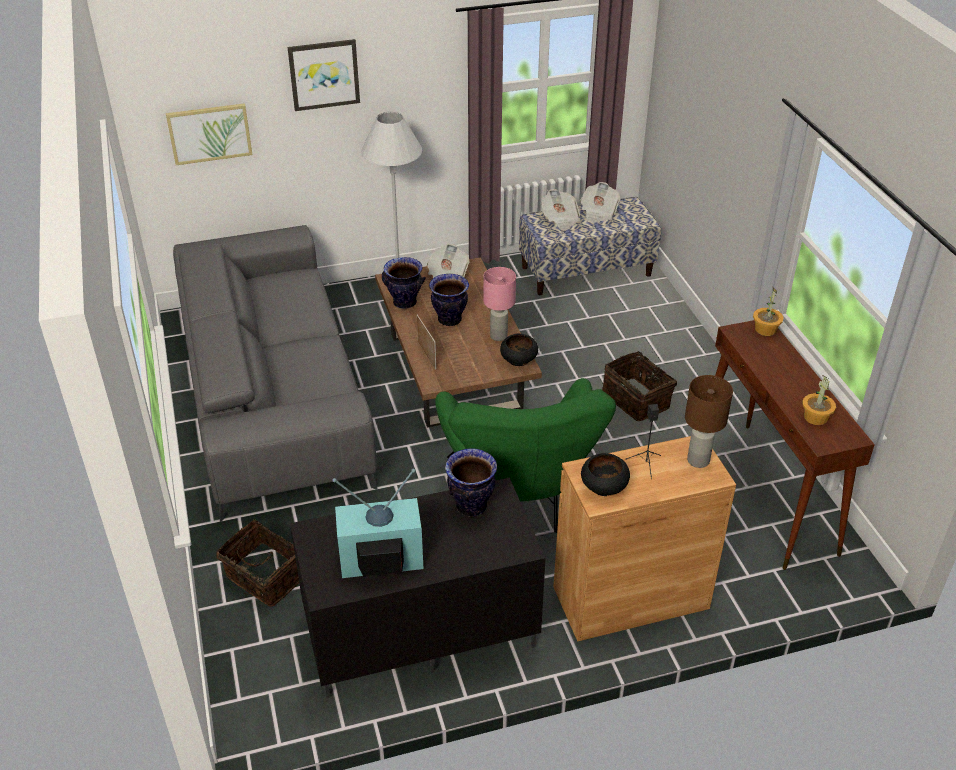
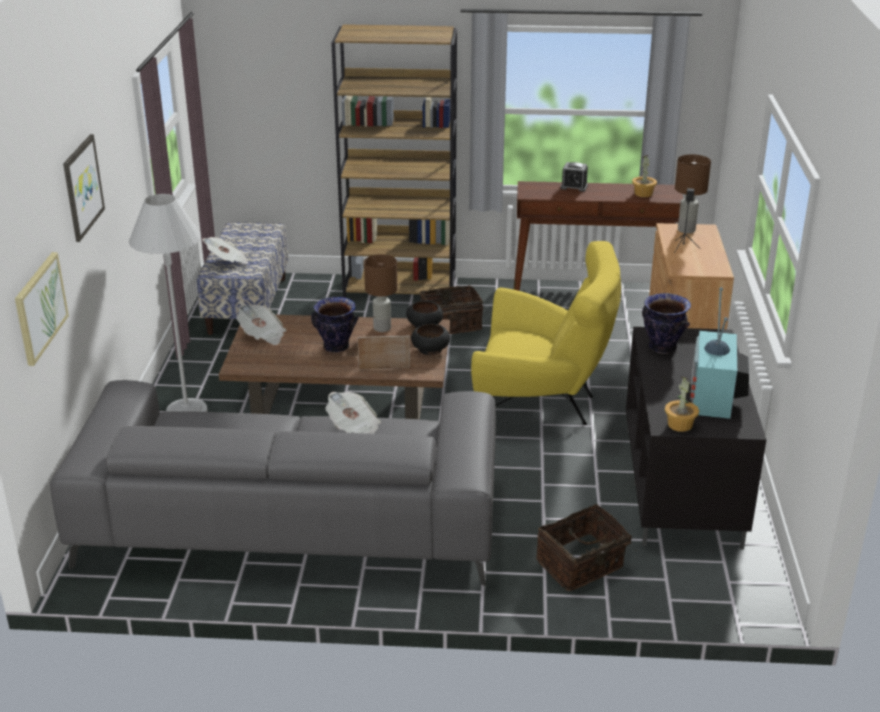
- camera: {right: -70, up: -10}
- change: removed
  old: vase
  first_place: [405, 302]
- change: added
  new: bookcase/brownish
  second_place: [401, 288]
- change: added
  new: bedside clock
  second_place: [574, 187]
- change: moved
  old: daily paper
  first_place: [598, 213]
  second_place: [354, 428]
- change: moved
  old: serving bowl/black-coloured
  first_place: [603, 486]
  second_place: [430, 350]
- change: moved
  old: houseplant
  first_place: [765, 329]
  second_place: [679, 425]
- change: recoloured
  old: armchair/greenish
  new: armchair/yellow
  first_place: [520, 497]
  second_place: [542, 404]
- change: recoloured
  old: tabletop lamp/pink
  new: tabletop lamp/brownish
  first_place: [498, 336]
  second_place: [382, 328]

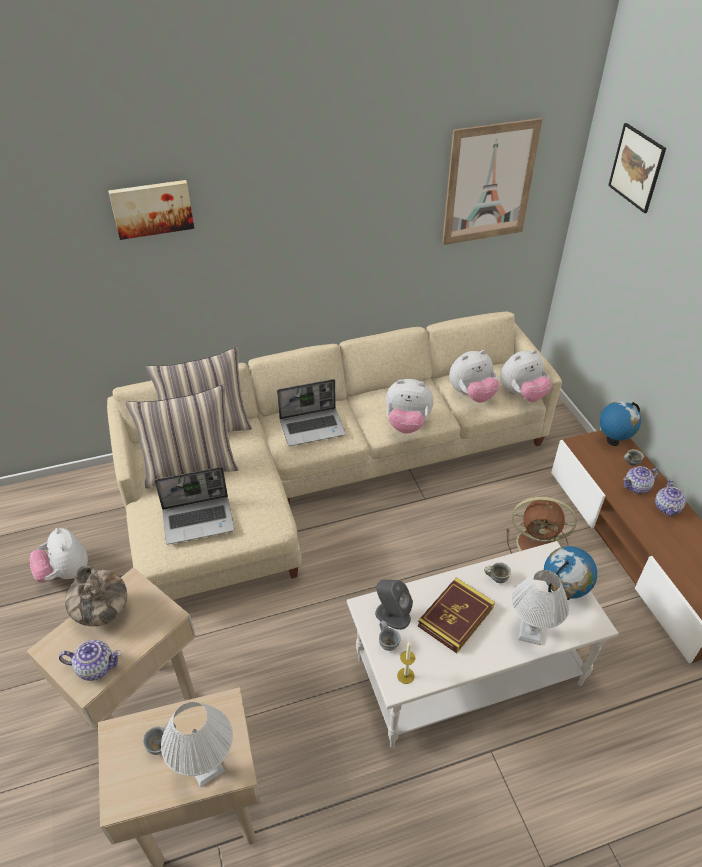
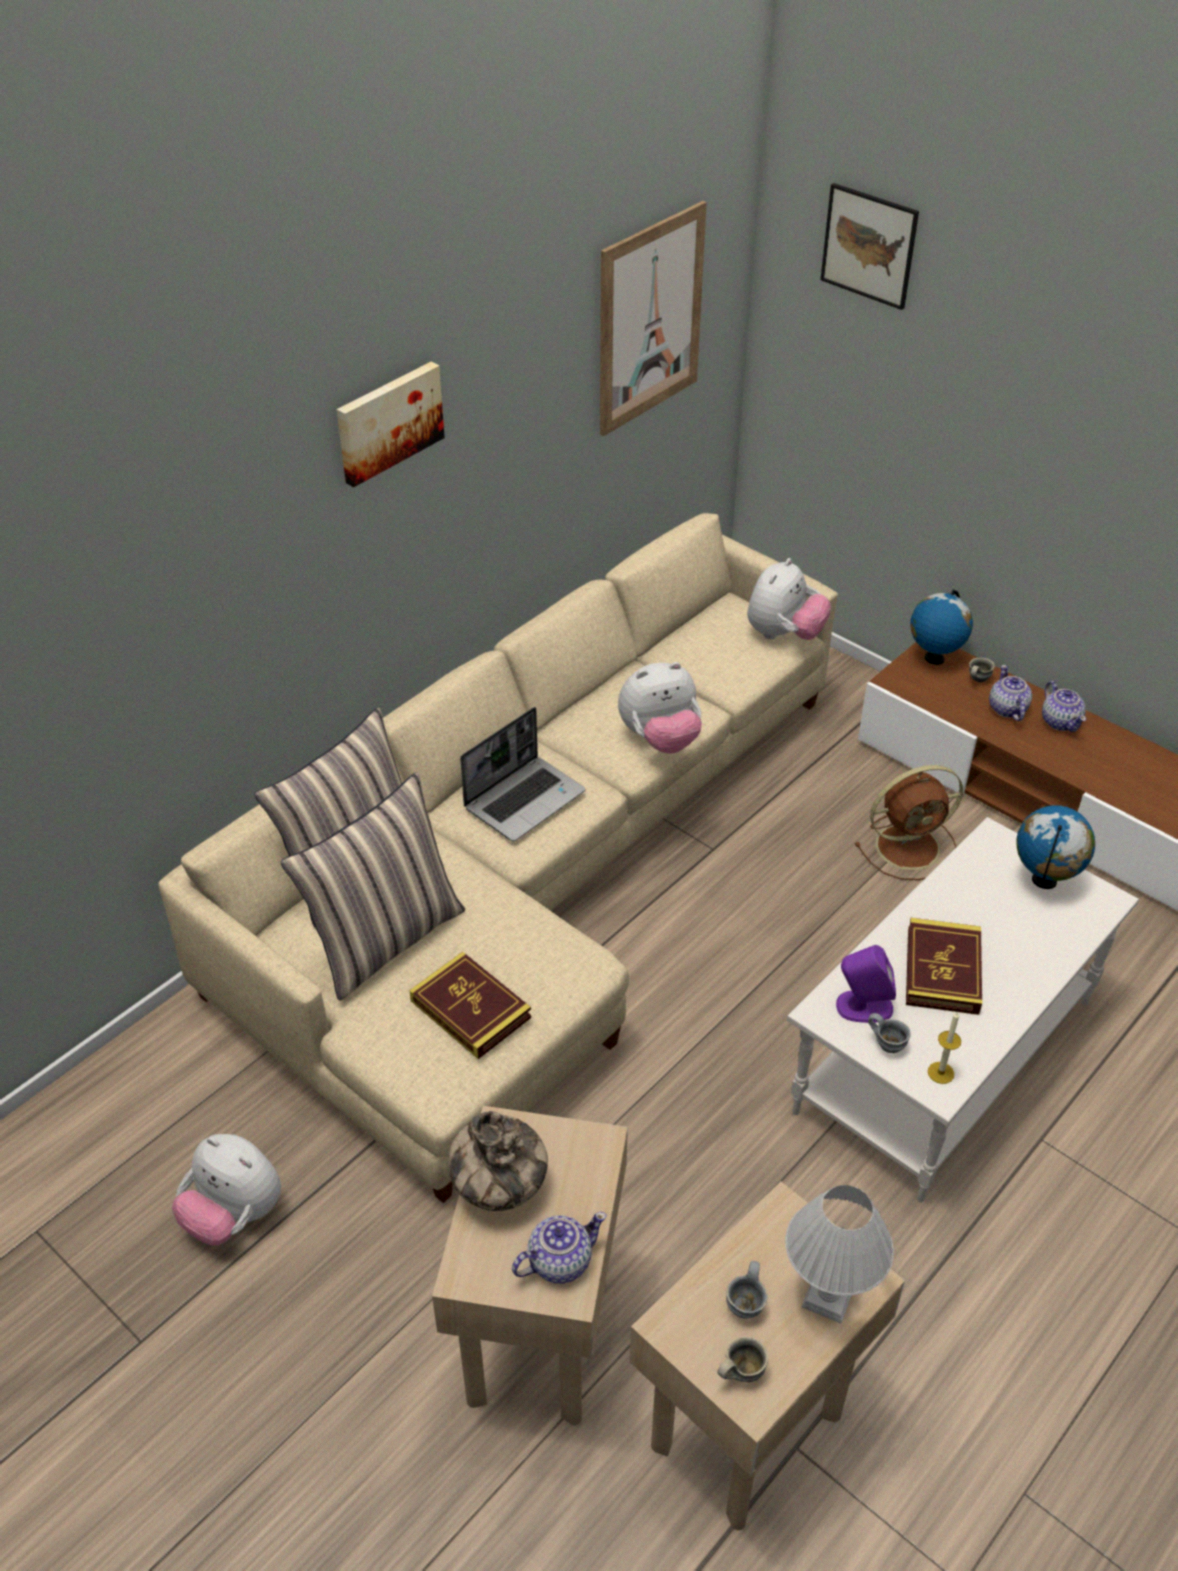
- camera: {right: -30, up: 0}
- change: removed
  old: cuddly toy
  first_place: [471, 395]
- change: removed
  old: tabletop lamp/white-coloured
  first_place: [531, 633]
- change: moved
  old: picture
  first_place: [152, 208]
  second_place: [388, 422]
- change: moved
  old: coffee mug/grey
  first_place: [496, 578]
  second_place: [740, 1371]
- change: replaced
  old: portable computer
  new: bound book
  first_place: [199, 520]
  second_place: [470, 1009]
- change: recoloured
  old: speaker/grey
  new: speaker/purple-coloured
  first_place: [392, 615]
  second_place: [863, 1006]
- change: turned
  old: tea pot
  first_place: [637, 487]
  second_place: [1007, 709]
  degrees: 135

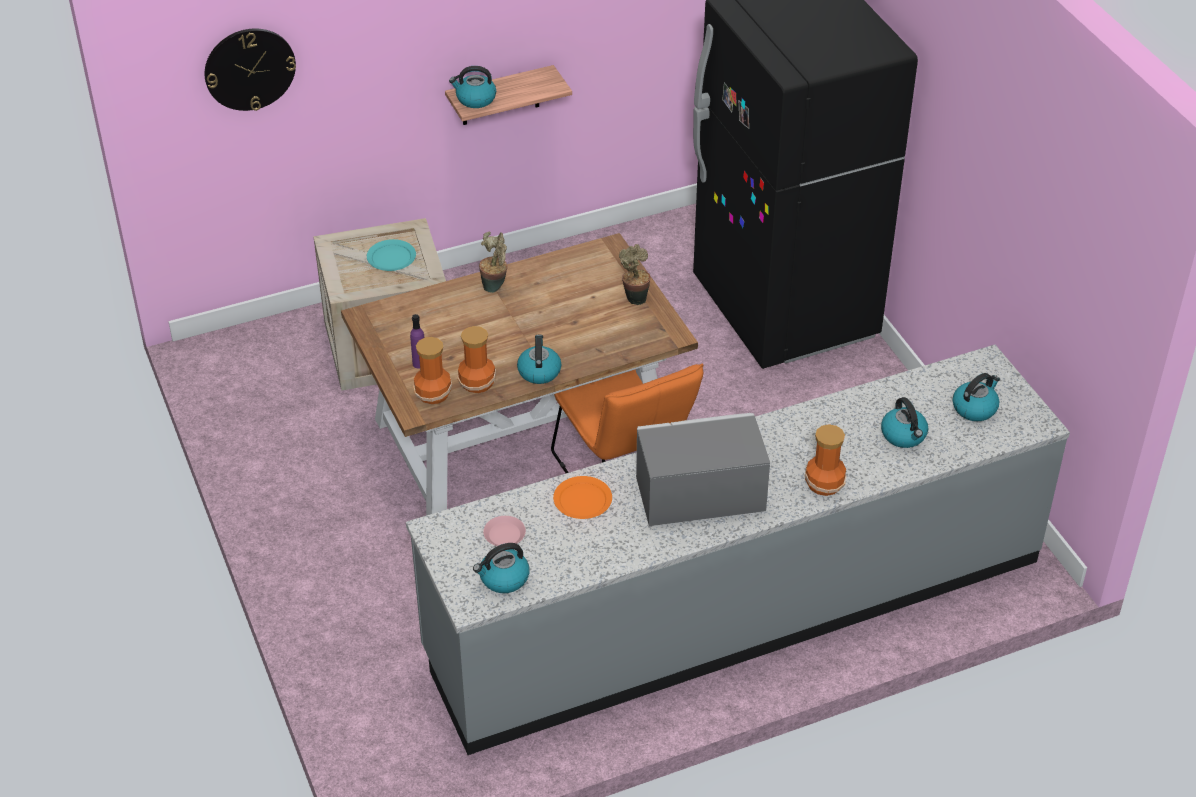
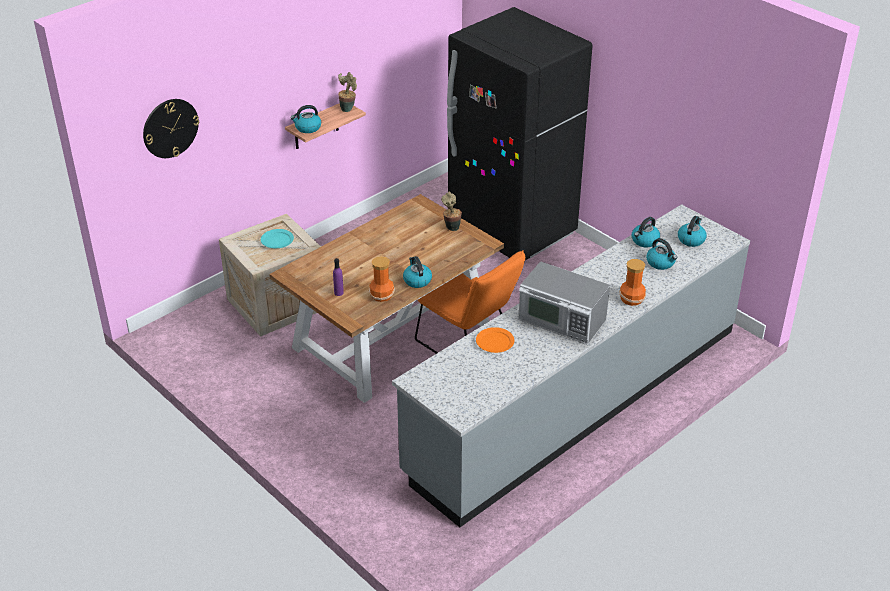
- camera: {right: -20, up: -5}
- change: removed
  old: vase
  first_place: [434, 393]
- change: removed
  old: flat dish/pink
  first_place: [504, 535]
- change: moved
  old: water kettle
  first_place: [503, 579]
  second_place: [644, 241]
- change: moved
  old: houseplant
  first_place: [495, 286]
  second_place: [348, 108]
- change: turned
  old: kitchen microwave
  first_place: [699, 491]
  second_place: [561, 320]
  degrees: -120

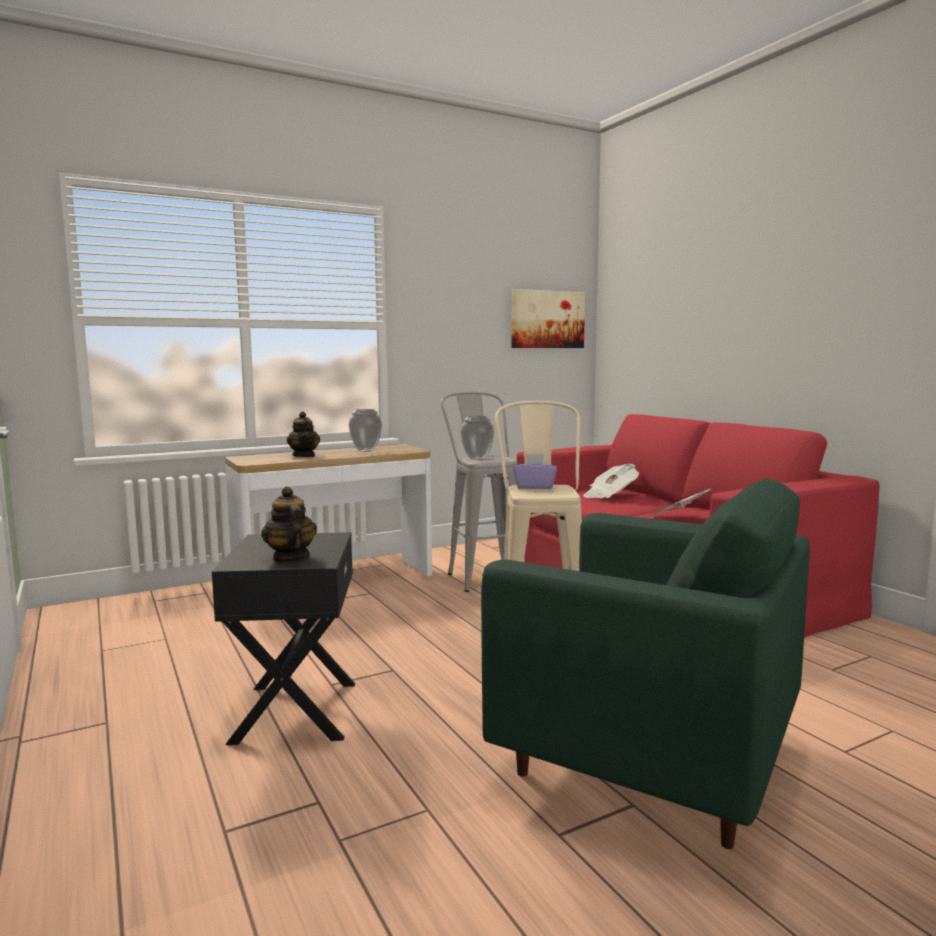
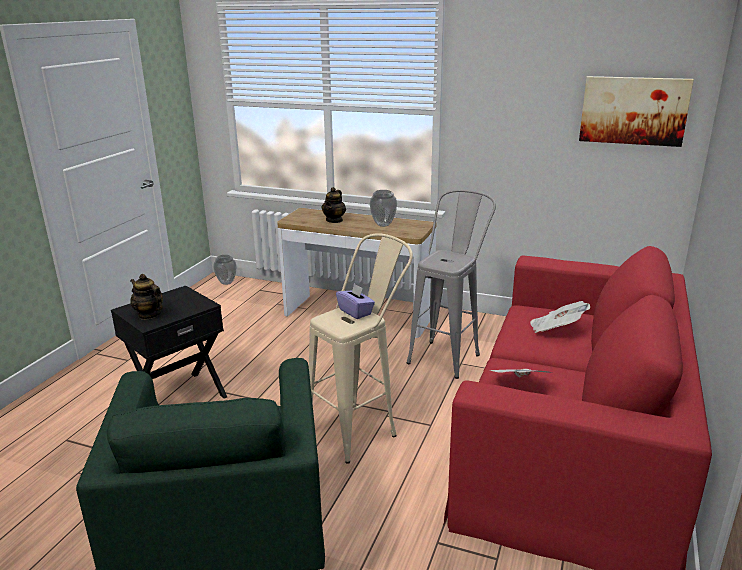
- camera: {right: 50, up: 15}
- change: moved
  old: vase
  first_place: [477, 458]
  second_place: [227, 283]
- change: turned
  old: tea pot
  first_place: [290, 558]
  second_place: [149, 314]
  degrees: -75

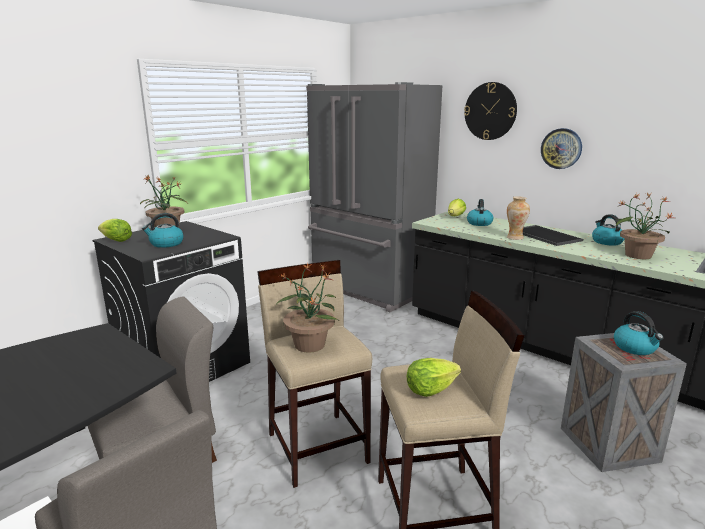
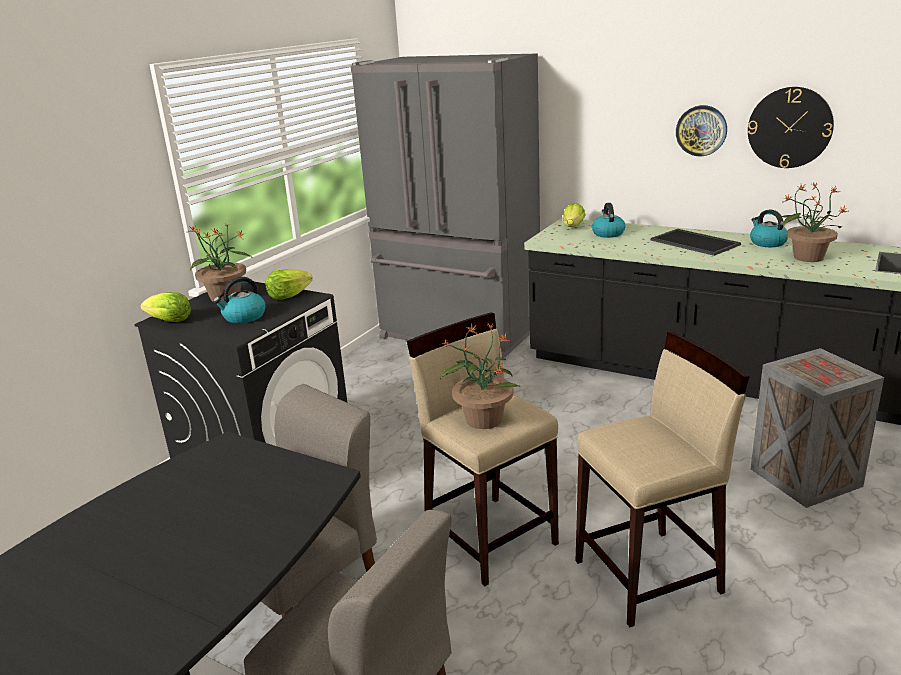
- camera: {right: -10, up: 5}
- change: removed
  old: vase
  first_place: [515, 238]
- change: removed
  old: water kettle
  first_place: [635, 348]
- change: moved
  old: head of lettuce
  first_place: [430, 390]
  second_place: [288, 296]
- change: moved
  old: hanging clock
  first_place: [490, 111]
  second_place: [789, 127]

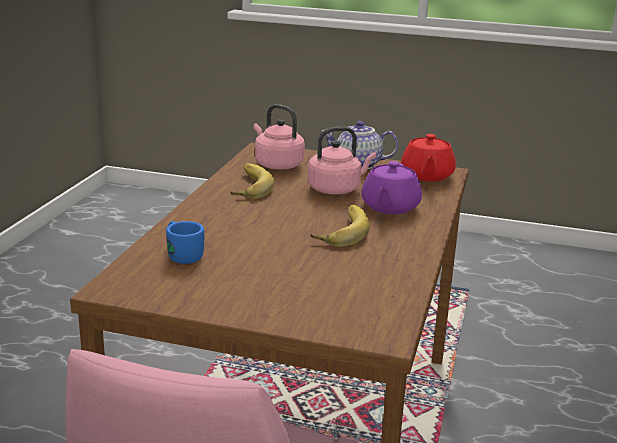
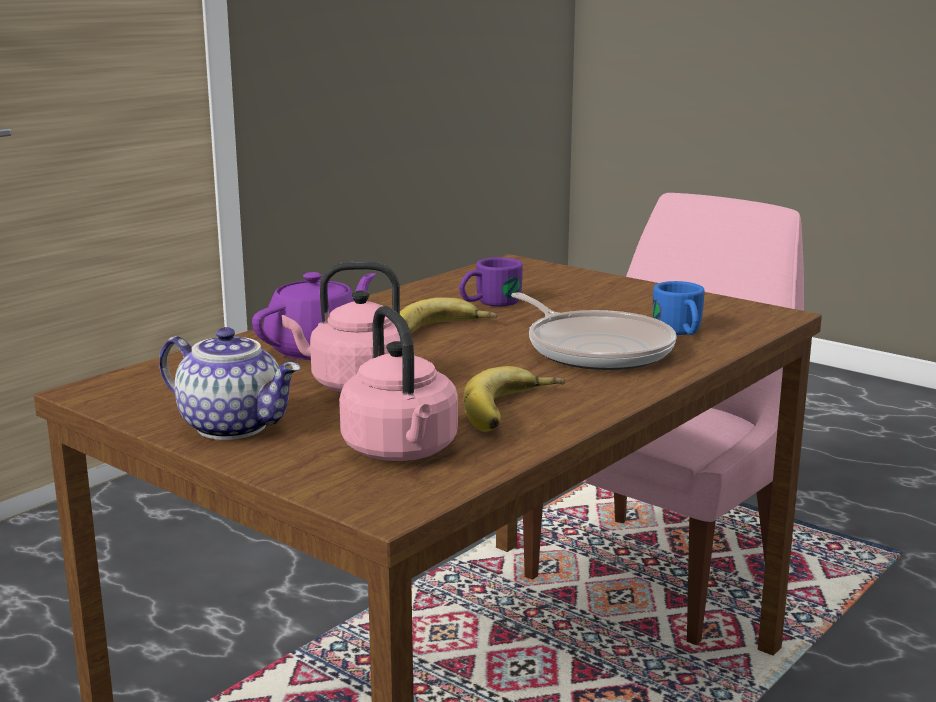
- camera: {right: -155, up: -5}
- change: removed
  old: tea pot/red
  first_place: [426, 176]
- change: added
  new: coffee mug/purple-coloured
  second_place: [489, 303]
- change: added
  new: skillet
  second_place: [595, 349]

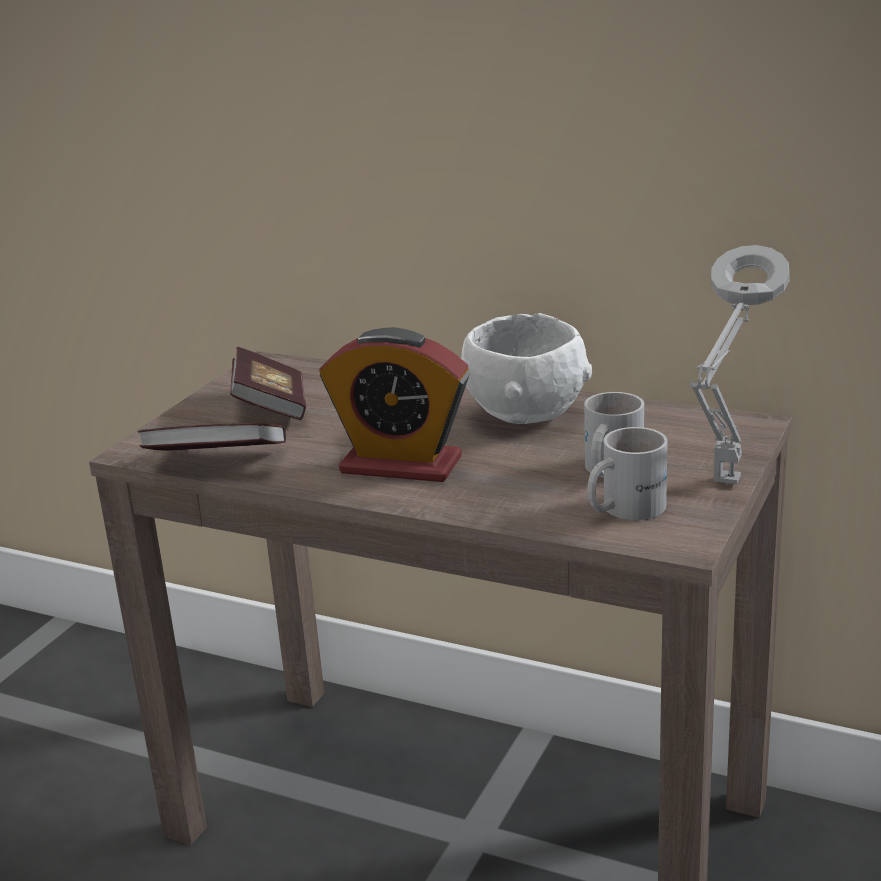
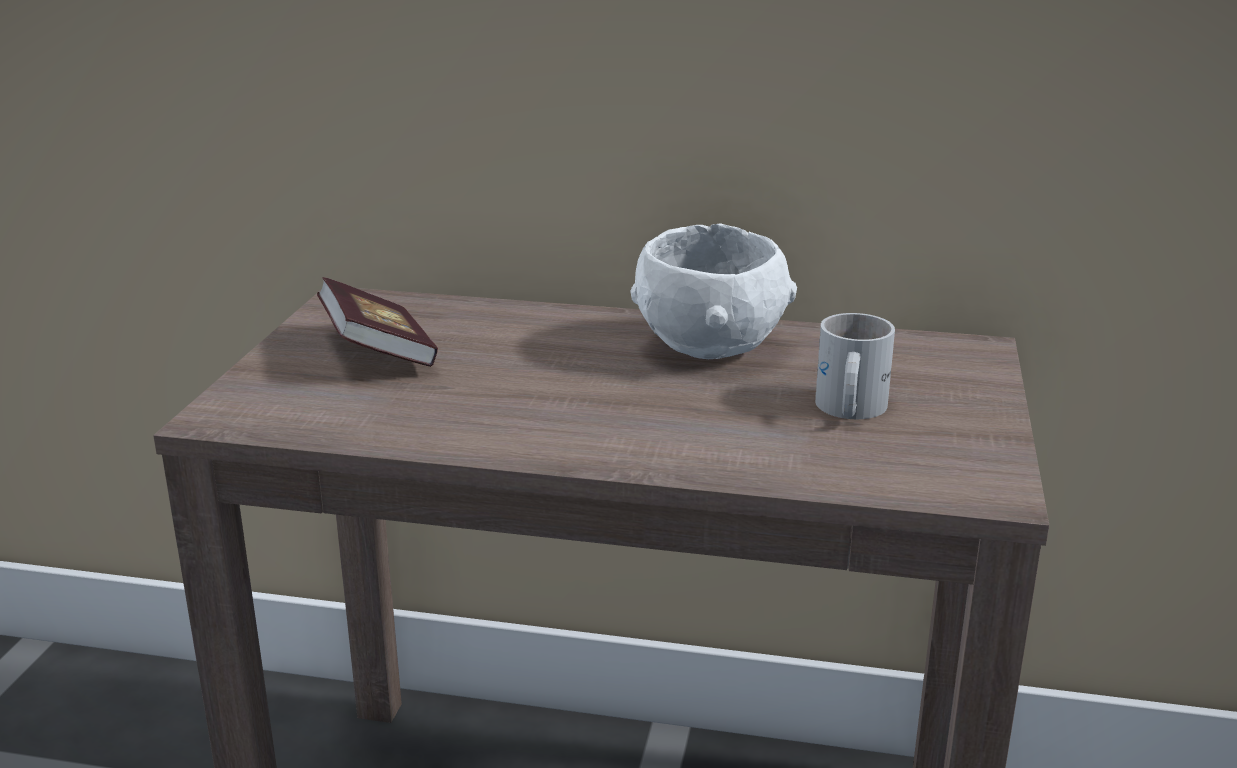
- camera: {right: -15, up: 0}
- change: removed
  old: bound book
  first_place: [217, 463]
- change: removed
  old: bedside clock
  first_place: [401, 465]
- change: removed
  old: coffee mug/white-coloured
  first_place: [623, 508]
- change: removed
  old: tabletop lamp/grey
  first_place: [725, 485]

